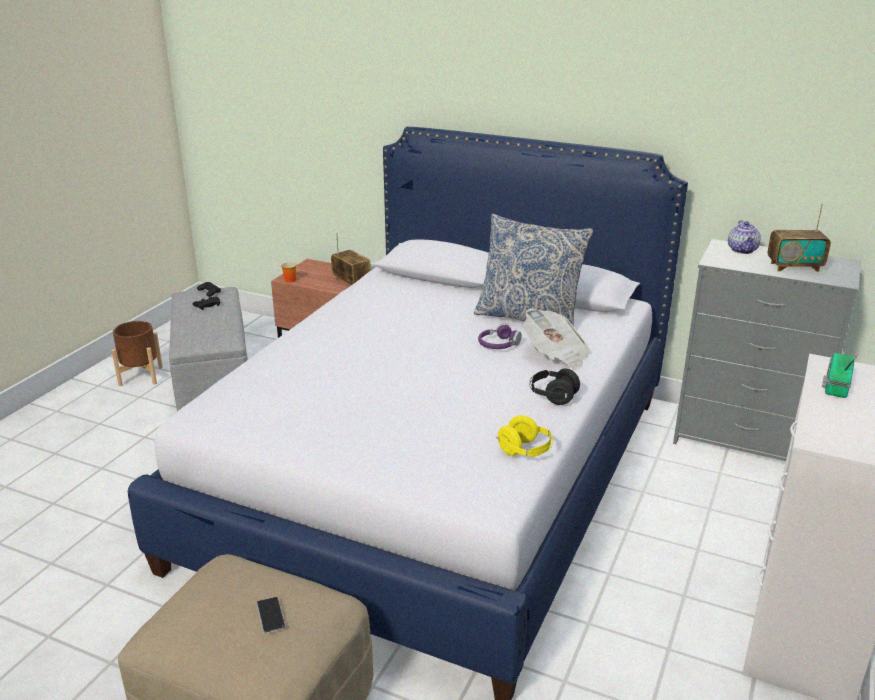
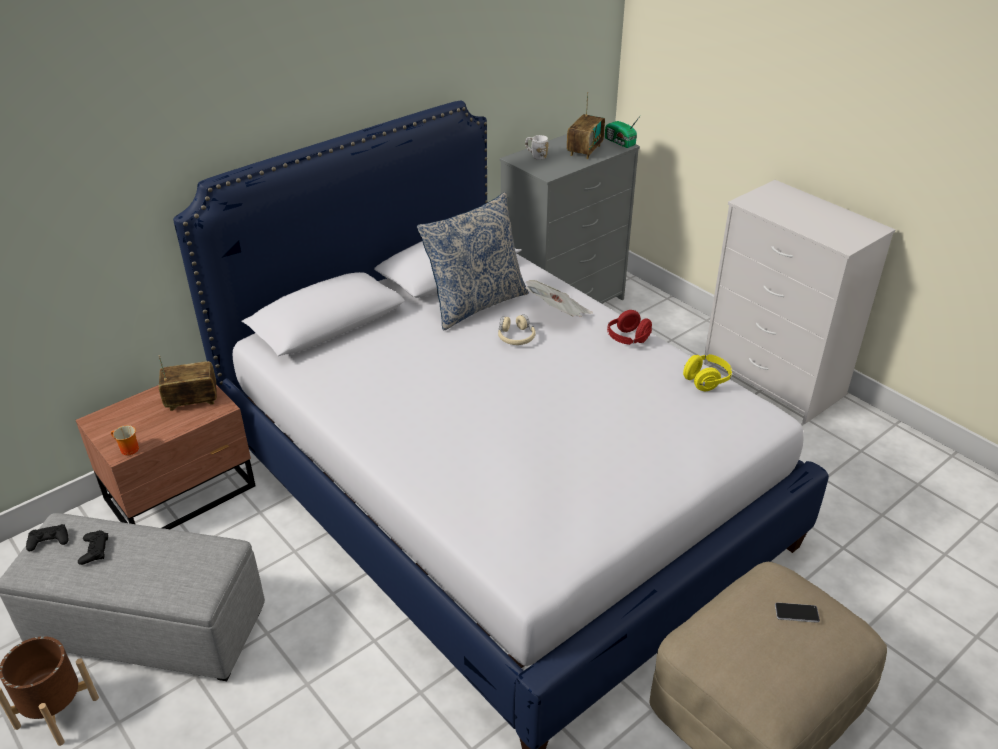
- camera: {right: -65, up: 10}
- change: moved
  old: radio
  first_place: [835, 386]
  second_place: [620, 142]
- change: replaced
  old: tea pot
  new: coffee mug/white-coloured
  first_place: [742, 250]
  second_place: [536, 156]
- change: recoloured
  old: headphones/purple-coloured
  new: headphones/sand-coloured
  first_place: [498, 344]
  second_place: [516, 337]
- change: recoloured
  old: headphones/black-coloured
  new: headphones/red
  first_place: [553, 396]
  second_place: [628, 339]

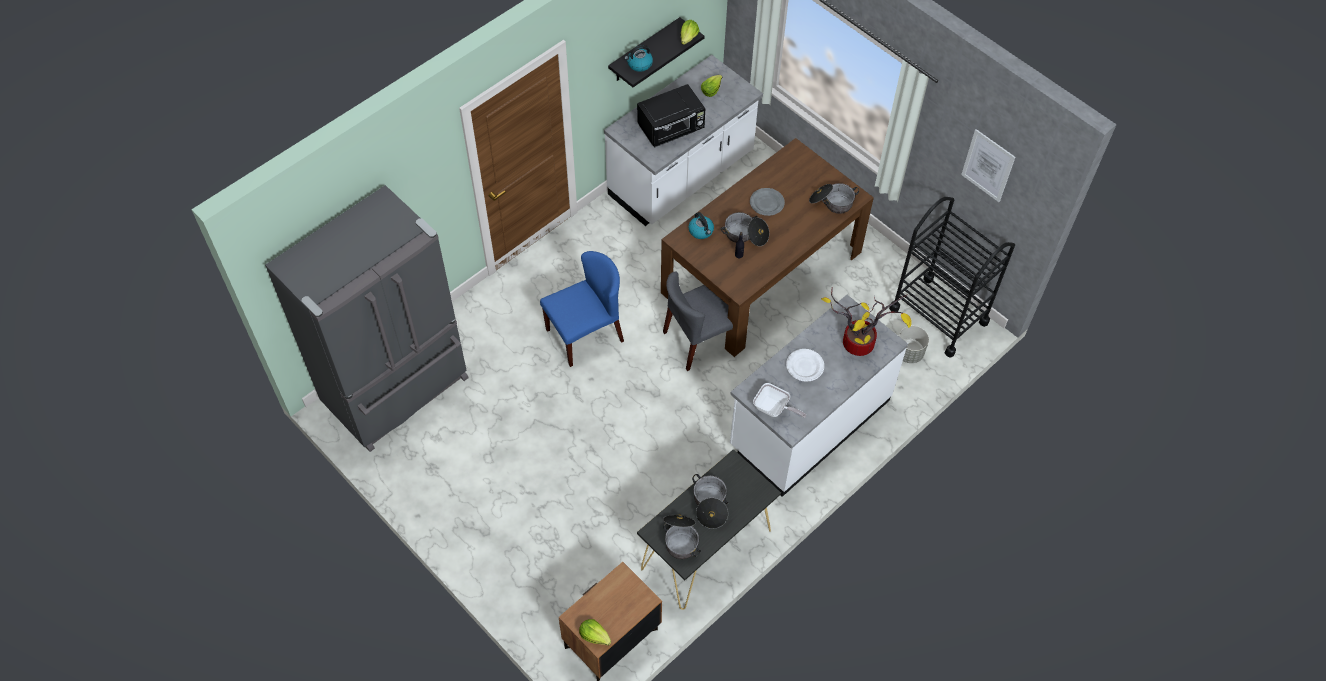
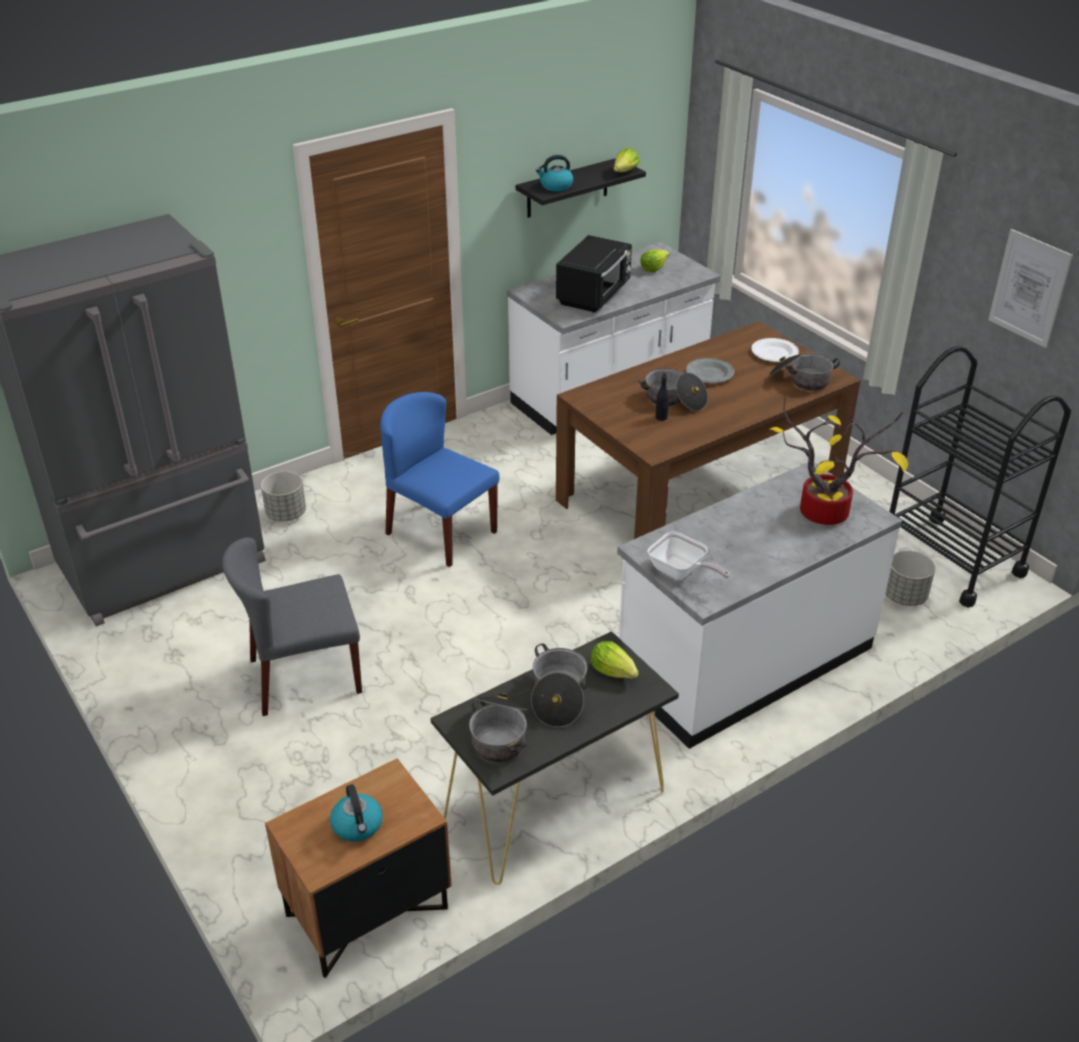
- camera: {right: 10, up: -20}
- change: added
  new: flower pot/grey
  second_place: [286, 514]
- change: moved
  old: head of lettuce
  first_place: [595, 635]
  second_place: [613, 671]
- change: moved
  old: chair/grey
  first_place: [701, 340]
  second_place: [304, 676]
- change: moved
  old: water kettle
  first_place: [701, 231]
  second_place: [358, 826]
- change: moved
  old: flat dish/white-coloured
  first_place: [805, 366]
  second_place: [774, 353]
- change: turned
  old: chair/blue
  first_place: [585, 335]
  second_place: [440, 532]
  degrees: -120
- change: turned
  old: kitchen microwave/black-coloured
  first_place: [671, 129]
  second_place: [594, 295]
  degrees: -45

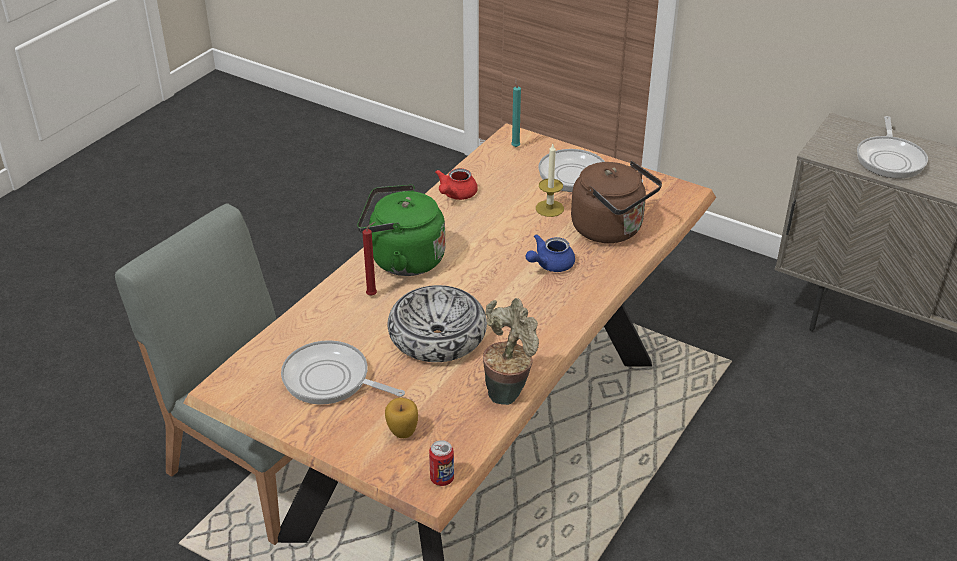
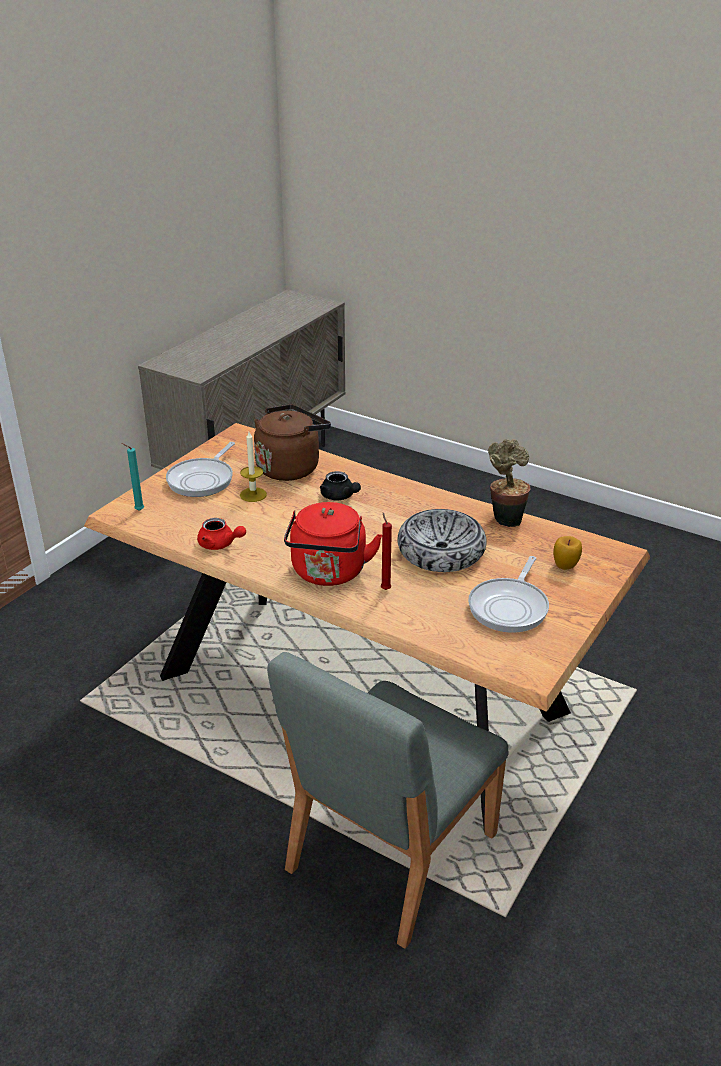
- camera: {right: -90, up: -5}
- change: removed
  old: sealed can
  first_place: [442, 479]
- change: removed
  old: skillet
  first_place: [890, 159]
- change: recoloured
  old: water kettle/greenish
  new: water kettle/red
  first_place: [402, 259]
  second_place: [329, 573]
- change: recoloured
  old: tea pot/blue
  new: tea pot/black-coloured
  first_place: [549, 265]
  second_place: [339, 497]

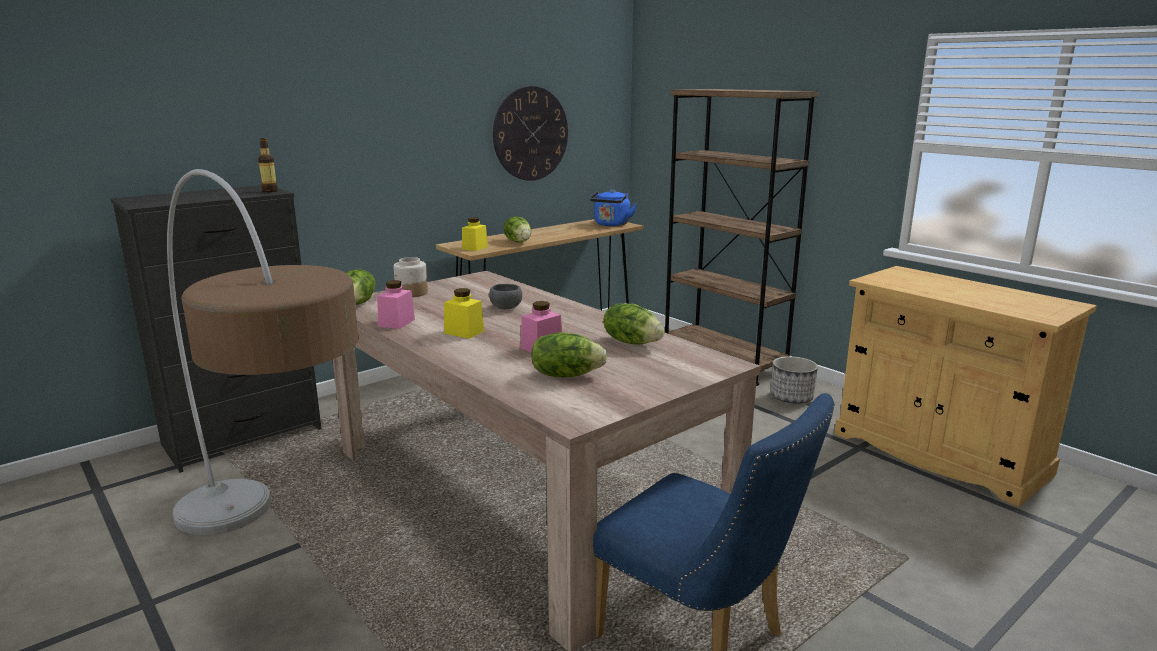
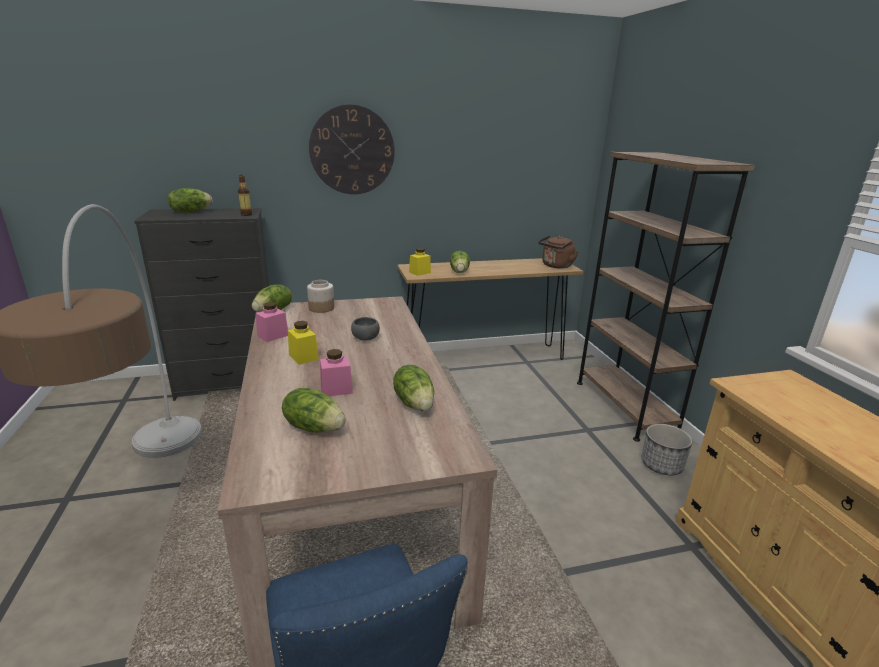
- camera: {right: 25, up: 5}
- change: added
  new: head of lettuce
  second_place: [190, 212]
- change: moved
  old: hanging clock
  first_place: [530, 134]
  second_place: [352, 150]
- change: recoloured
  old: water kettle/blue
  new: water kettle/brownish
  first_place: [611, 225]
  second_place: [556, 266]

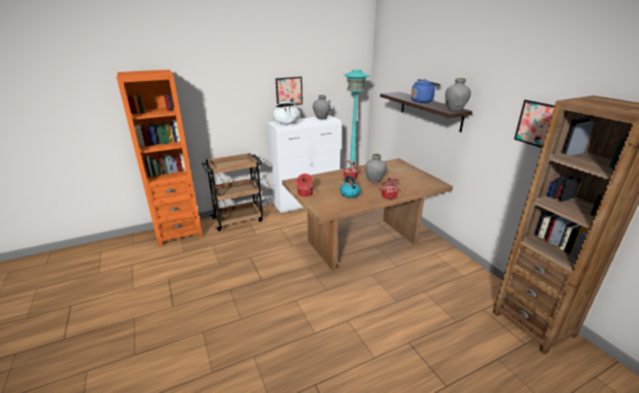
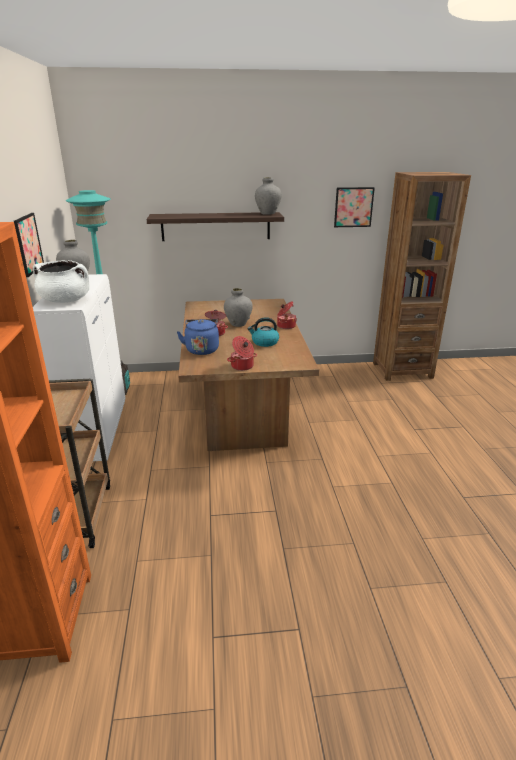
- camera: {right: -70, up: 0}
- change: moved
  old: water kettle/blue
  first_place: [422, 101]
  second_place: [202, 349]

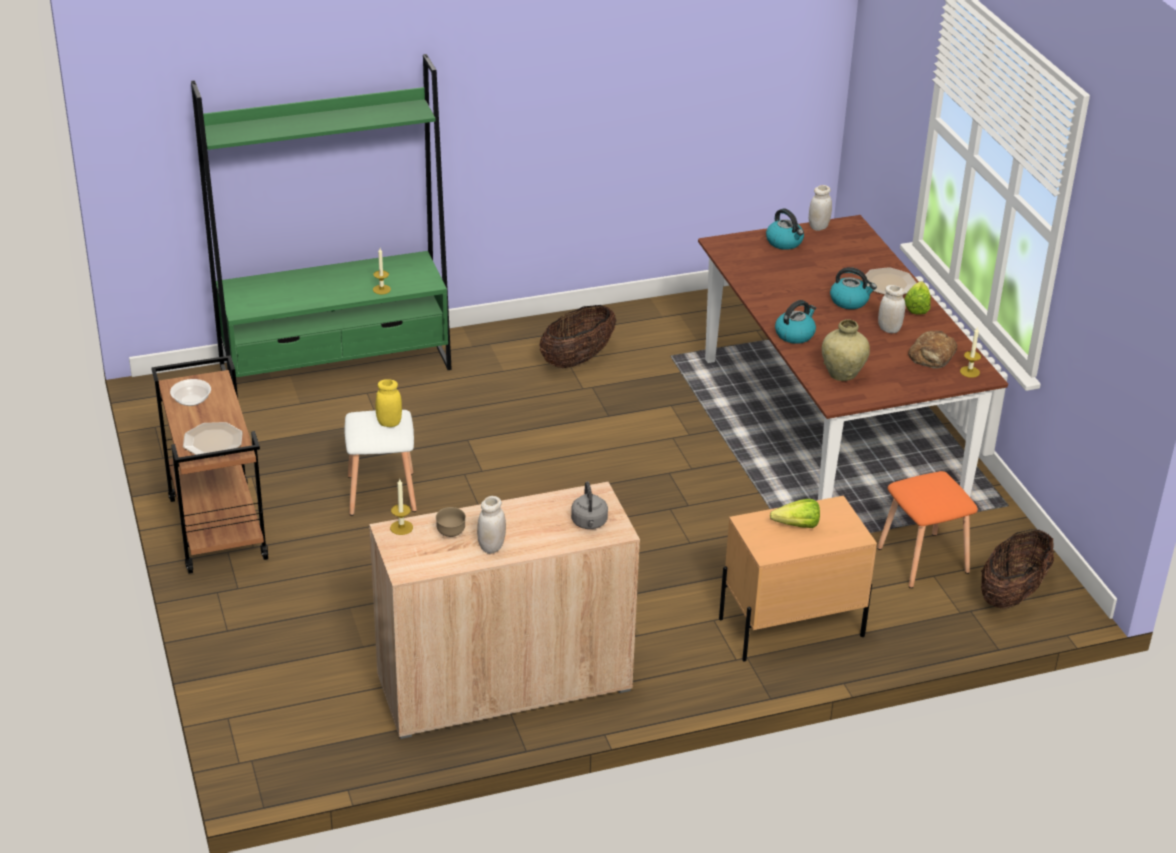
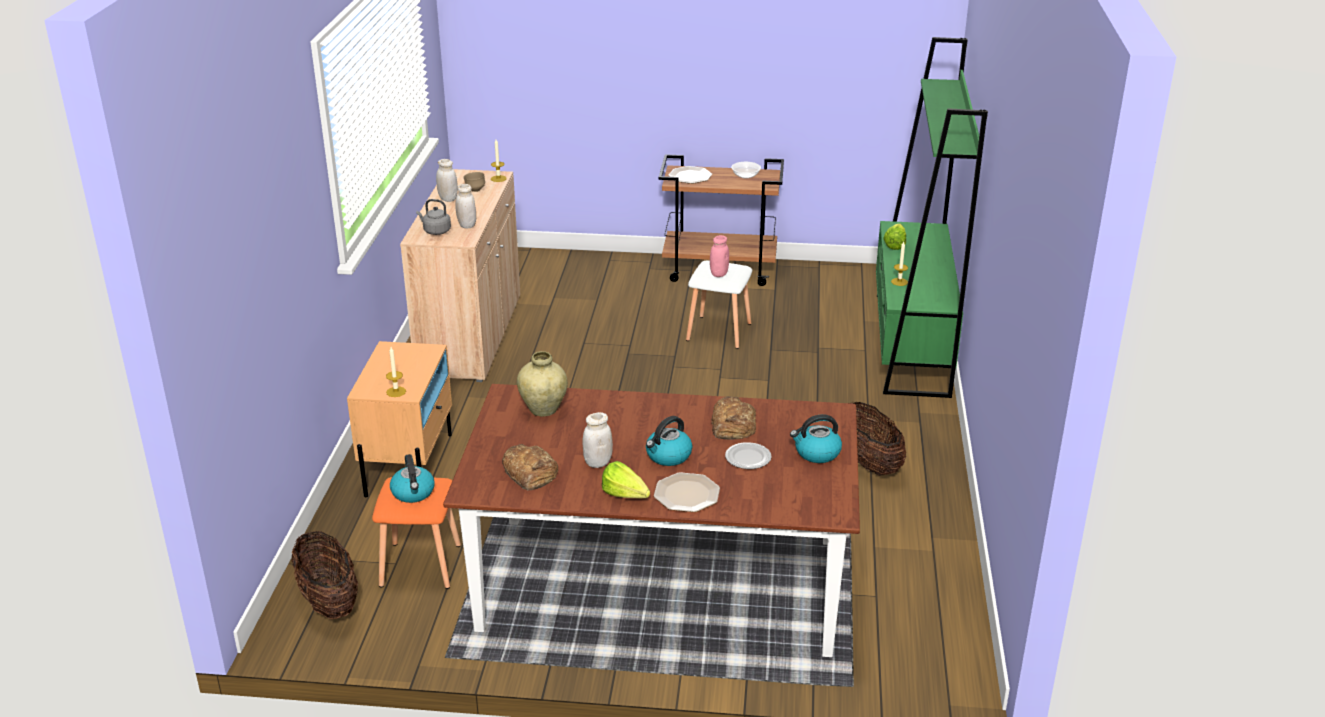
- camera: {right: 115, up: -5}
- change: added
  new: bakery bread
  second_place: [732, 425]
- change: added
  new: flat dish
  second_place: [748, 458]
- change: moved
  old: head of lettuce
  first_place: [793, 525]
  second_place: [896, 244]
- change: moved
  old: water kettle
  first_place: [795, 334]
  second_place: [413, 493]
- change: moved
  old: preserve jar/white-coloured
  first_place: [818, 227]
  second_place: [467, 225]
- change: moved
  old: wax candle
  first_place: [969, 372]
  second_place: [396, 392]
- change: recoloured
  old: preserve jar/yellow
  new: preserve jar/pink
  first_place: [389, 423]
  second_place: [719, 274]

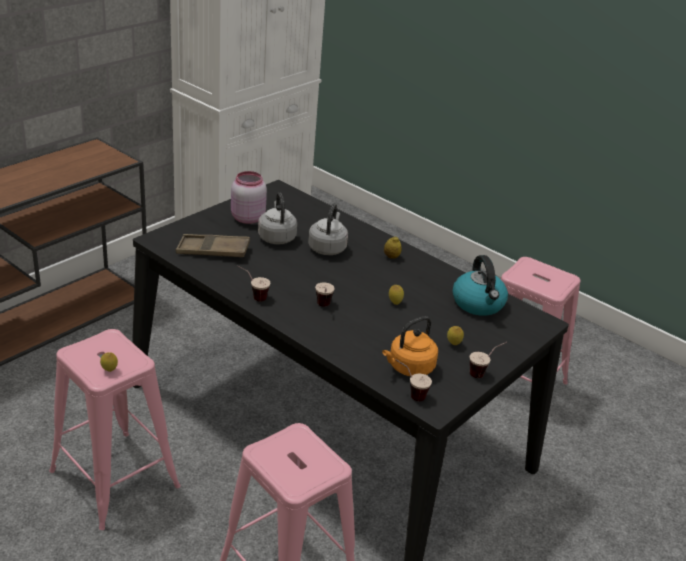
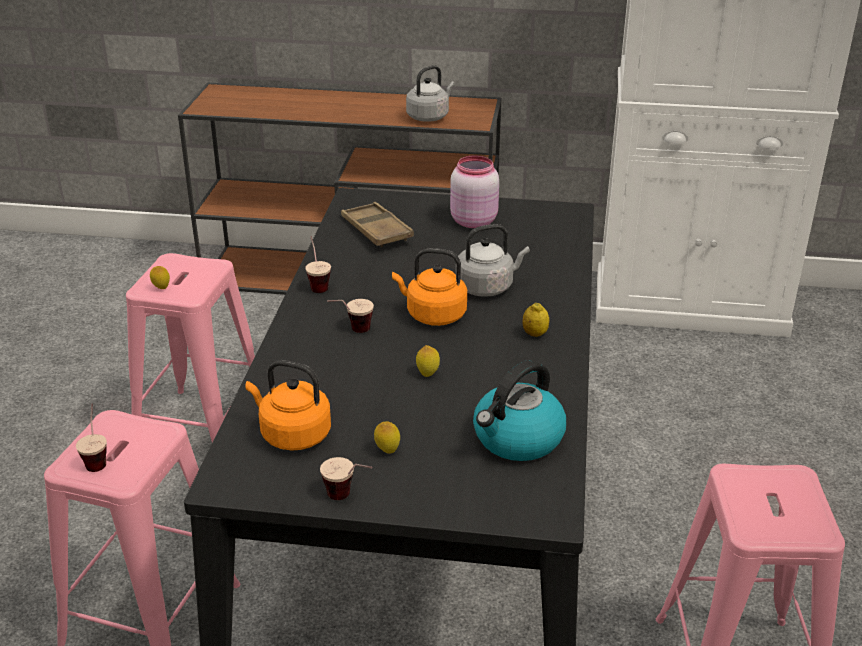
- camera: {right: 60, up: 0}
- change: added
  new: water kettle/orange-coloured
  second_place: [433, 315]
- change: moved
  old: water kettle/grey
  first_place: [276, 237]
  second_place: [429, 116]
- change: moved
  old: drinking cup
  first_place: [409, 394]
  second_place: [97, 458]

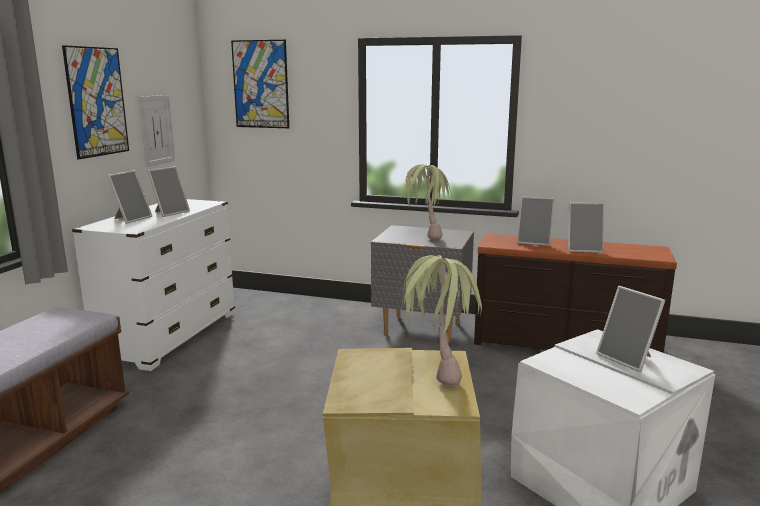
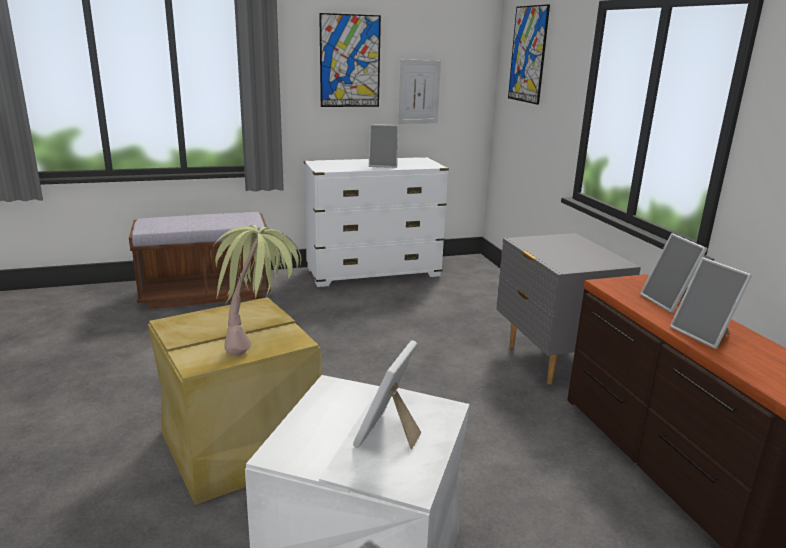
- camera: {right: 55, up: 5}
- change: removed
  old: standing frame
  first_place: [131, 219]
- change: removed
  old: houseplant
  first_place: [425, 235]

